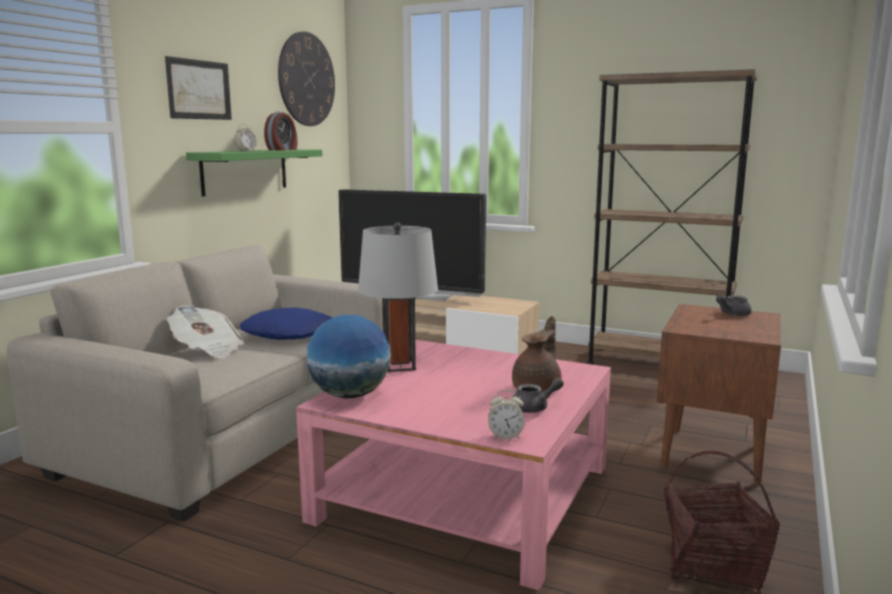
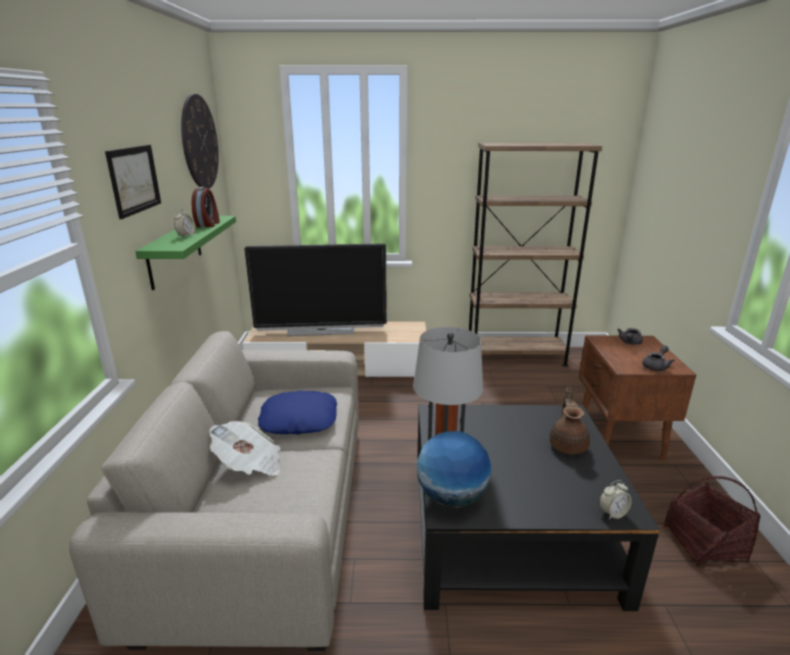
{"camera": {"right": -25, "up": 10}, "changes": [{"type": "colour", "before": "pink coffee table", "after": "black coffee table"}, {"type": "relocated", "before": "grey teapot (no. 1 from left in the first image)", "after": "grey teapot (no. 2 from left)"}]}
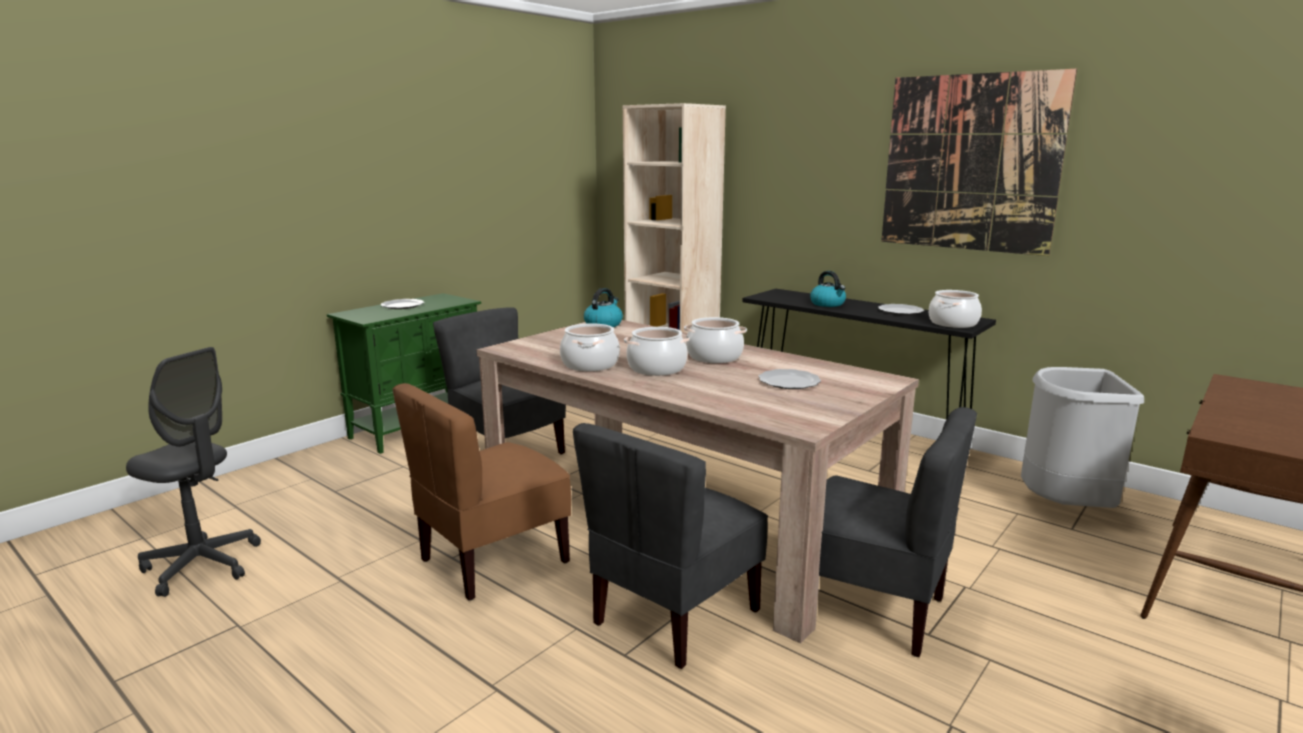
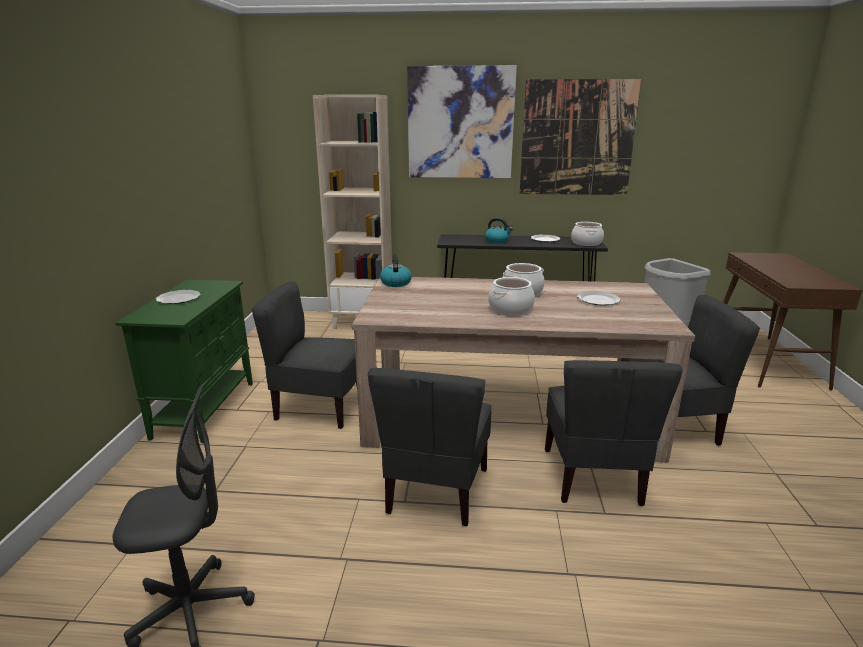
{"camera": {"right": -35, "up": 5}, "changes": [{"type": "missing", "before": "cooking pot (no. 1 from left)"}, {"type": "colour", "before": "brown chair", "after": "grey chair (no. 2 from left)"}, {"type": "appeared", "after": "picture (no. 1 from left)"}]}
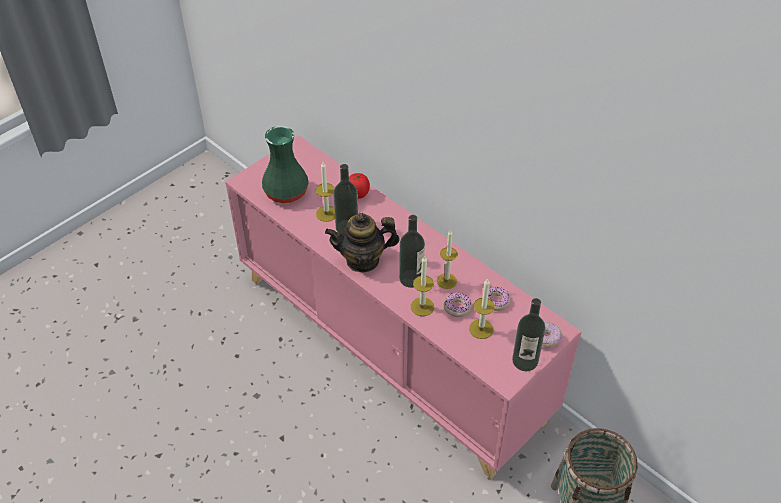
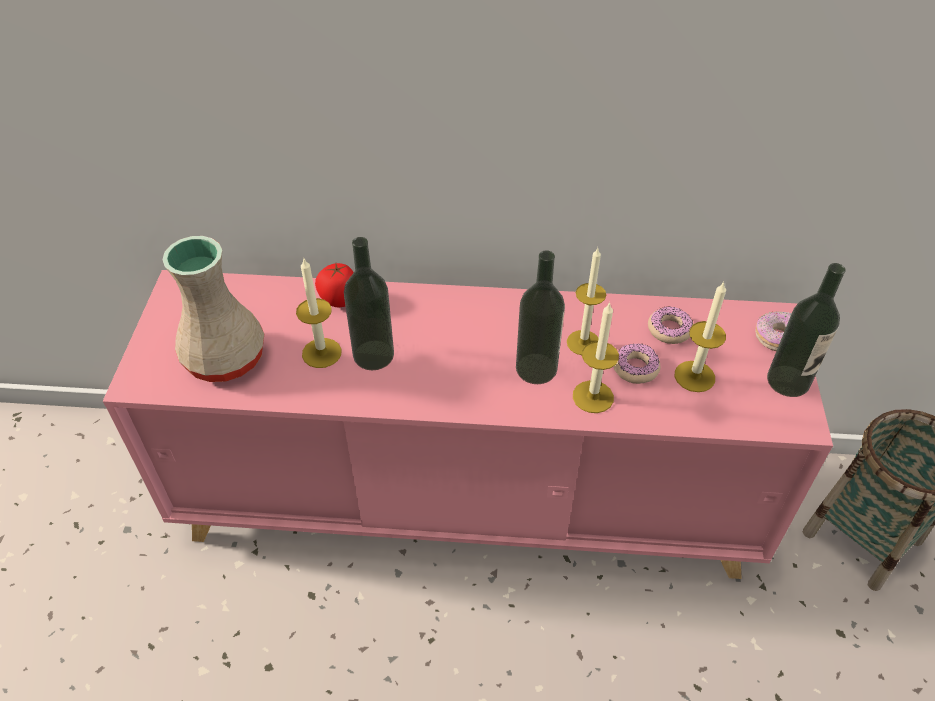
{"camera": {"right": -40, "up": 0}, "changes": [{"type": "colour", "before": "green vase", "after": "beige vase"}, {"type": "missing", "before": "teapot"}]}
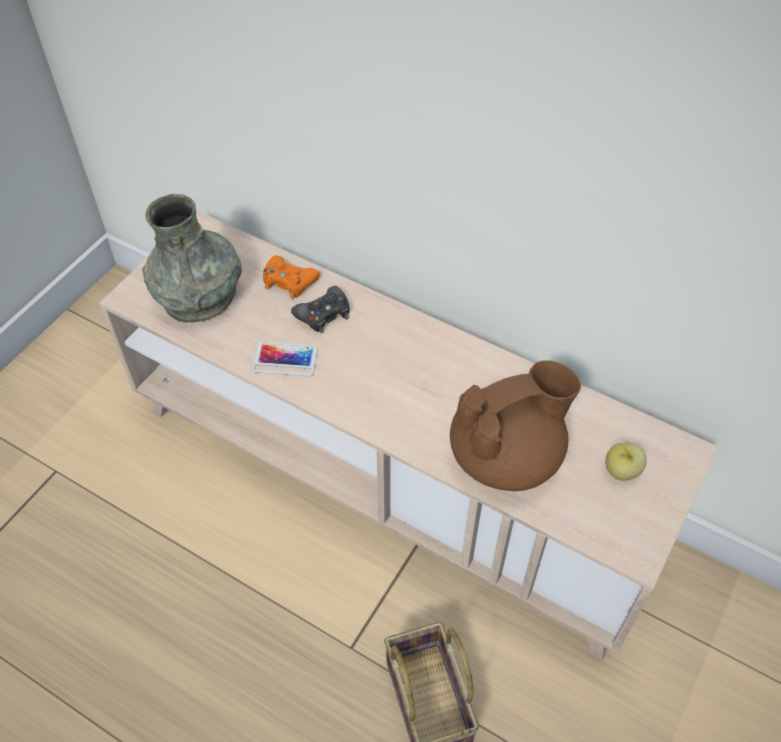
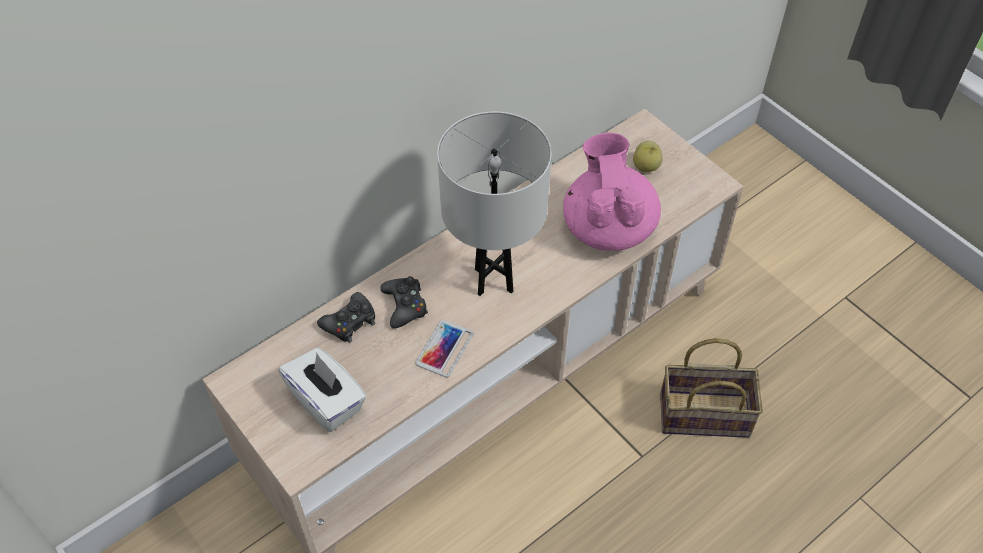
{"camera": {"right": -70, "up": 0}, "changes": [{"type": "exchanged", "before": "grey vase", "after": "white tissue box"}, {"type": "colour", "before": "orange game controller", "after": "black game controller (no. 1 from left)"}, {"type": "colour", "before": "brown teapot", "after": "pink teapot"}, {"type": "appeared", "after": "white table lamp"}]}
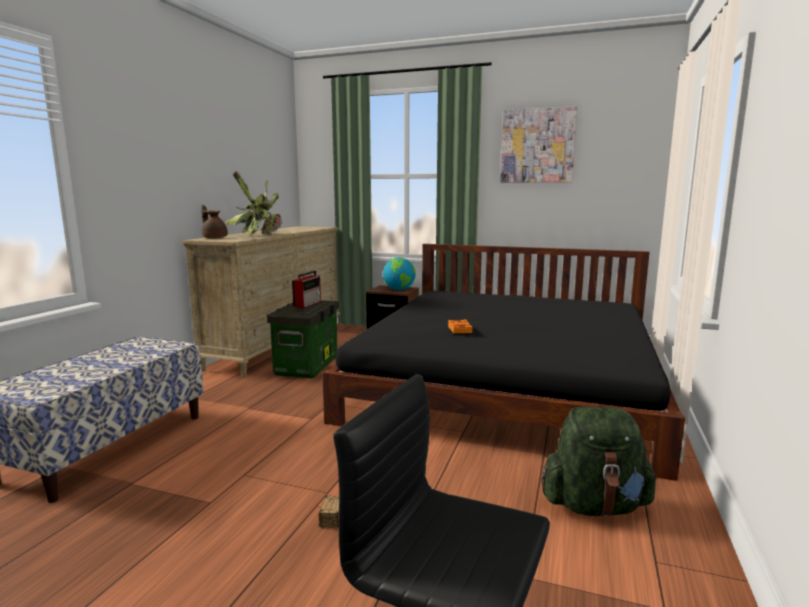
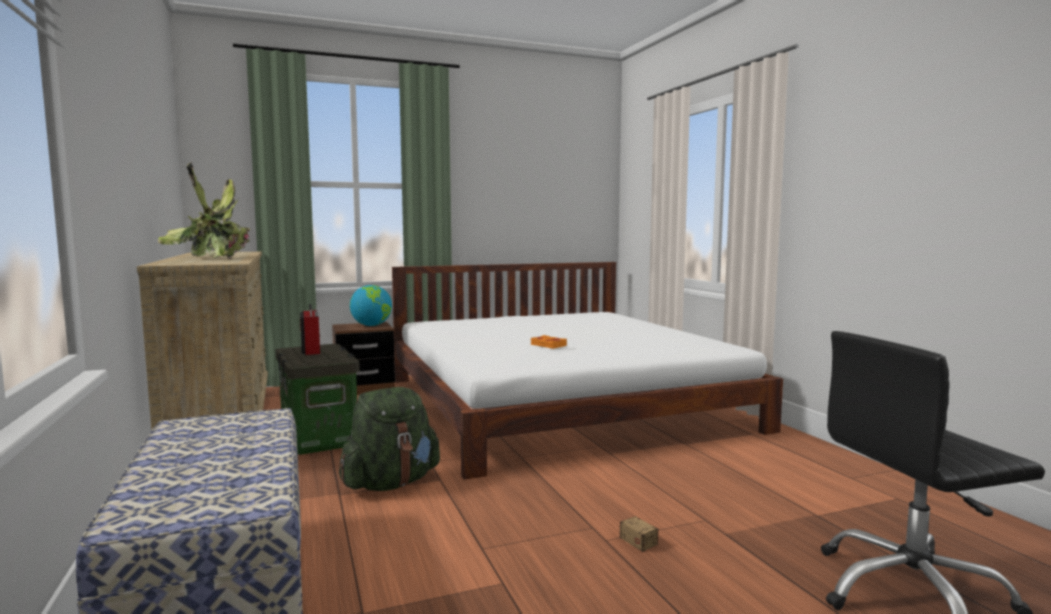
{"camera": {"right": -40, "up": -5}, "changes": [{"type": "missing", "before": "picture"}, {"type": "missing", "before": "brown teapot"}, {"type": "colour", "before": "black bed", "after": "white bed"}, {"type": "relocated", "before": "green backpack"}]}
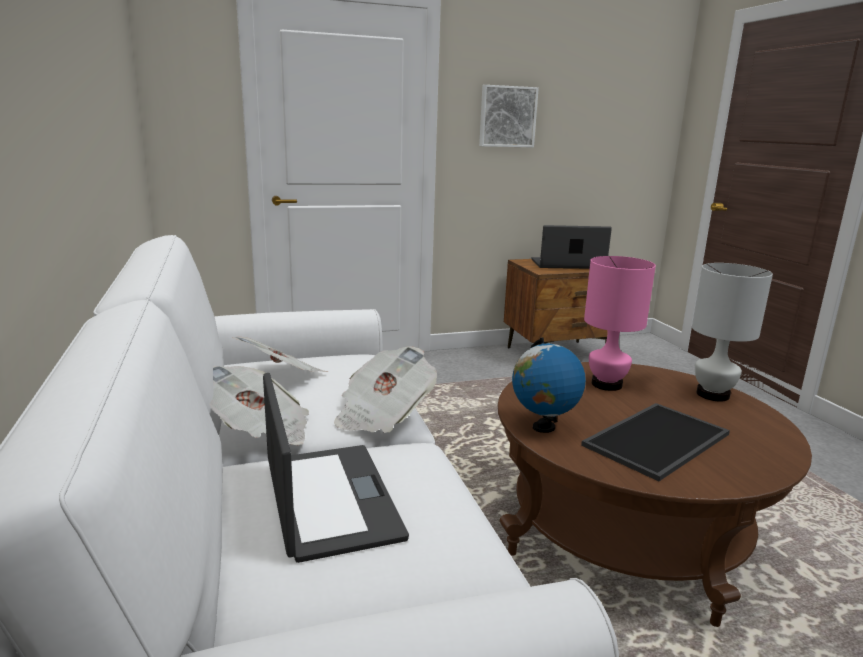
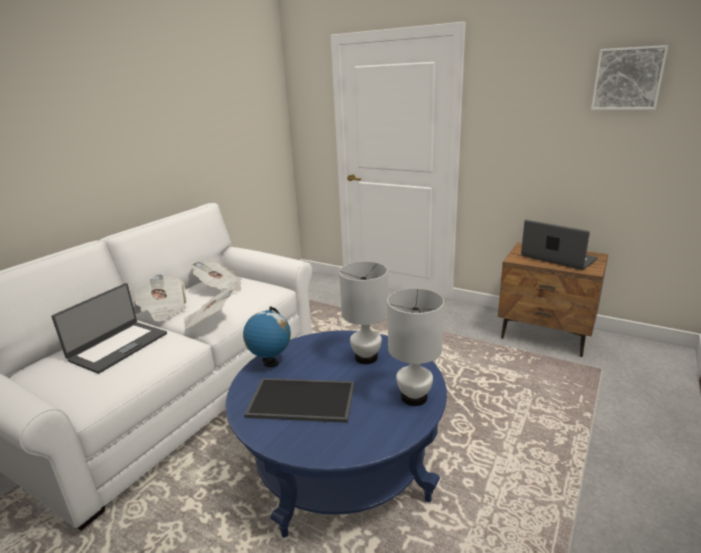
{"camera": {"right": 50, "up": 5}, "changes": [{"type": "relocated", "before": "picture"}, {"type": "colour", "before": "pink table lamp", "after": "white table lamp (no. 1 from left)"}, {"type": "colour", "before": "brown coffee table", "after": "blue coffee table"}]}
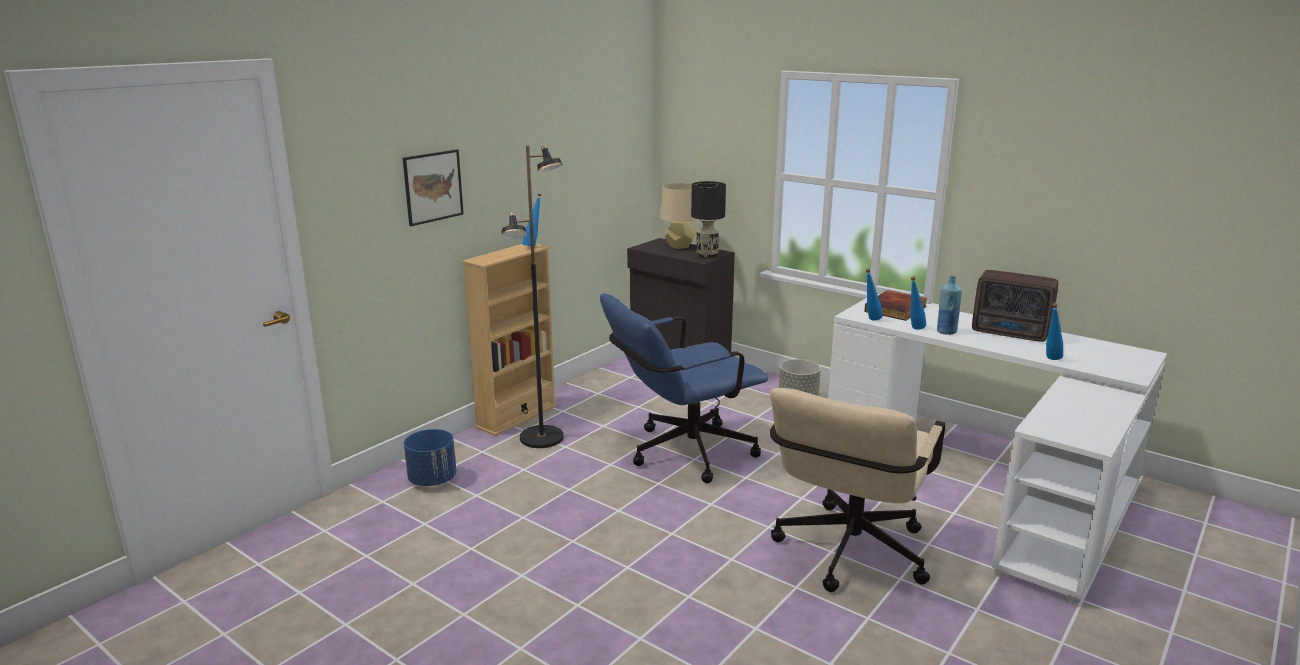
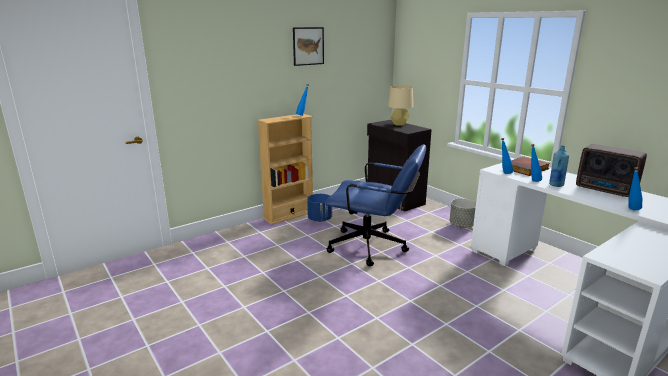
{"camera": {"right": 15, "up": 0}, "changes": [{"type": "missing", "before": "black floor lamp"}, {"type": "relocated", "before": "picture"}, {"type": "missing", "before": "black table lamp"}, {"type": "spun", "before": "blue office chair", "turn": -150}, {"type": "missing", "before": "beige office chair"}, {"type": "relocated", "before": "blue planter"}]}
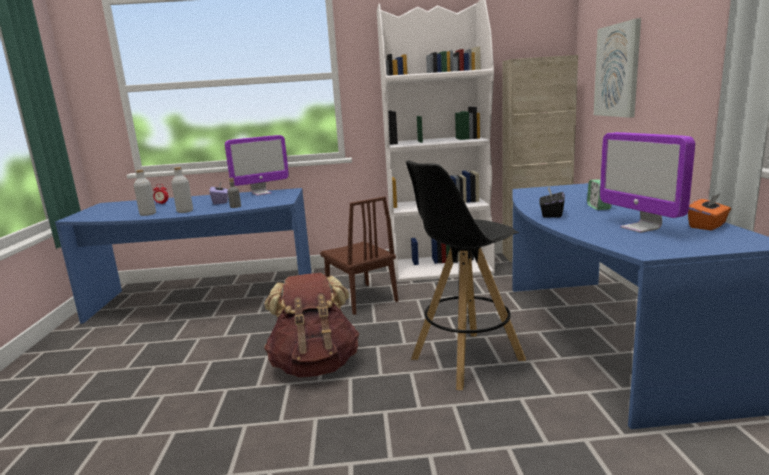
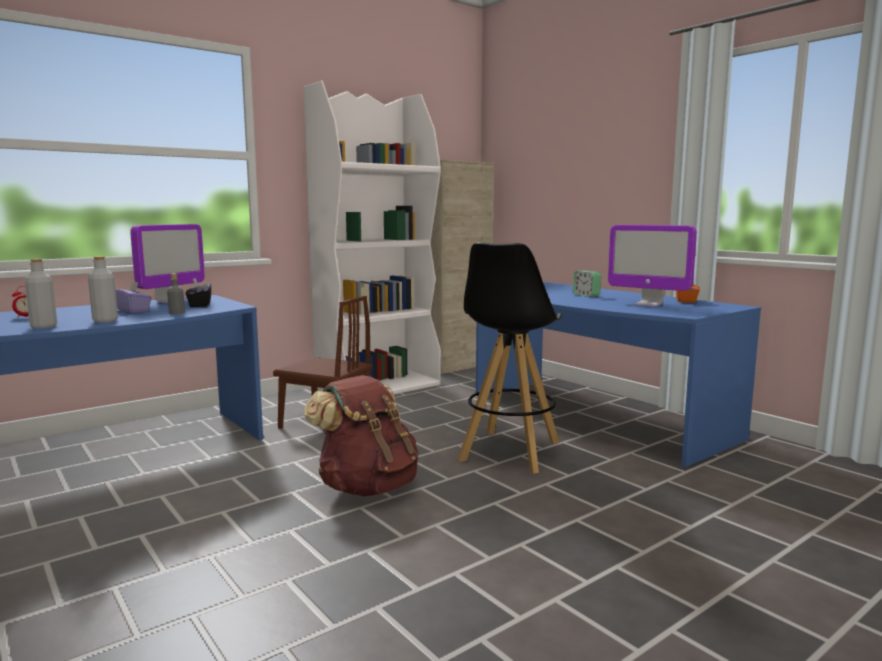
{"camera": {"right": -35, "up": -5}, "changes": [{"type": "missing", "before": "picture"}, {"type": "relocated", "before": "black tissue box"}]}
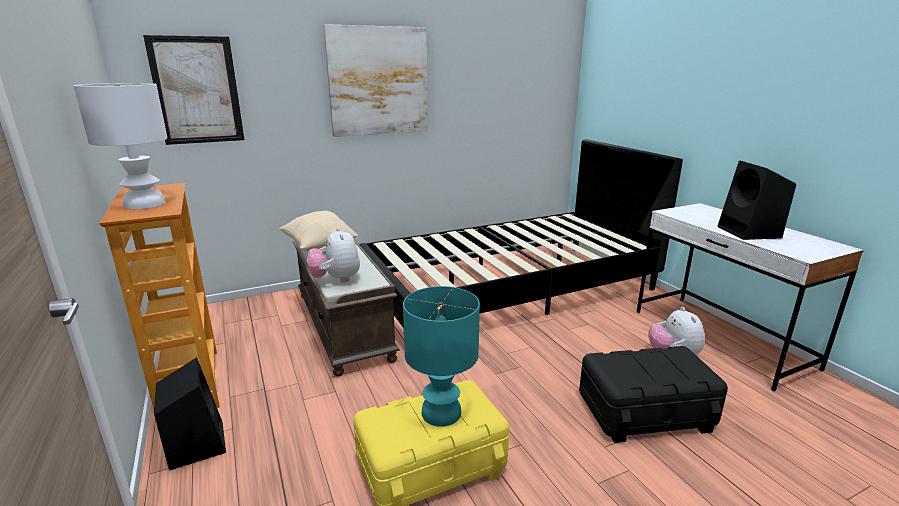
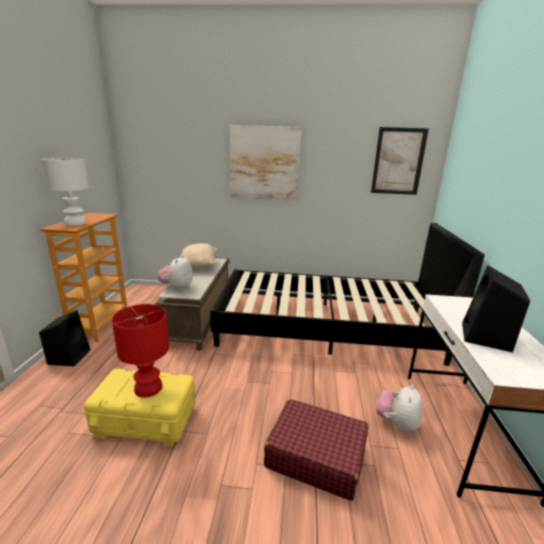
{"camera": {"right": 30, "up": 0}, "changes": [{"type": "relocated", "before": "picture (no. 1 from left in the first image)", "after": "picture (no. 2 from left)"}, {"type": "colour", "before": "turquoise table lamp", "after": "red table lamp"}, {"type": "exchanged", "before": "black storage box", "after": "red suitcase"}]}
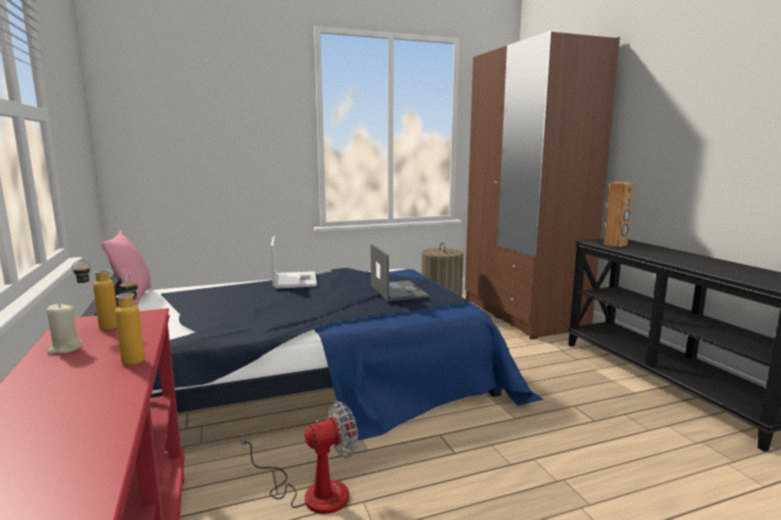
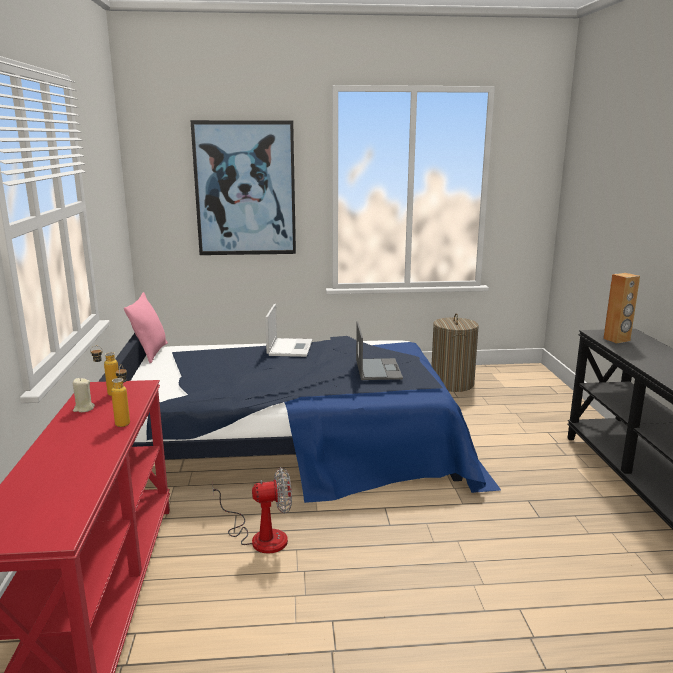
{"camera": {"right": 15, "up": 5}, "changes": [{"type": "missing", "before": "brown wardrobe"}, {"type": "appeared", "after": "picture"}]}
